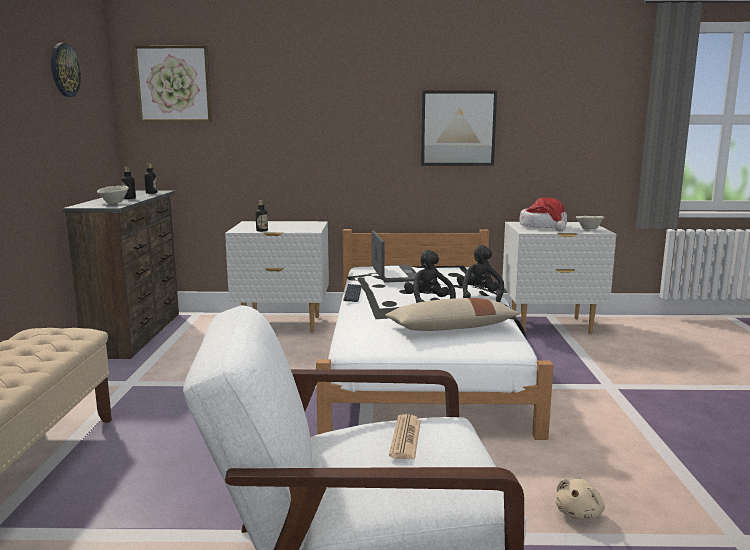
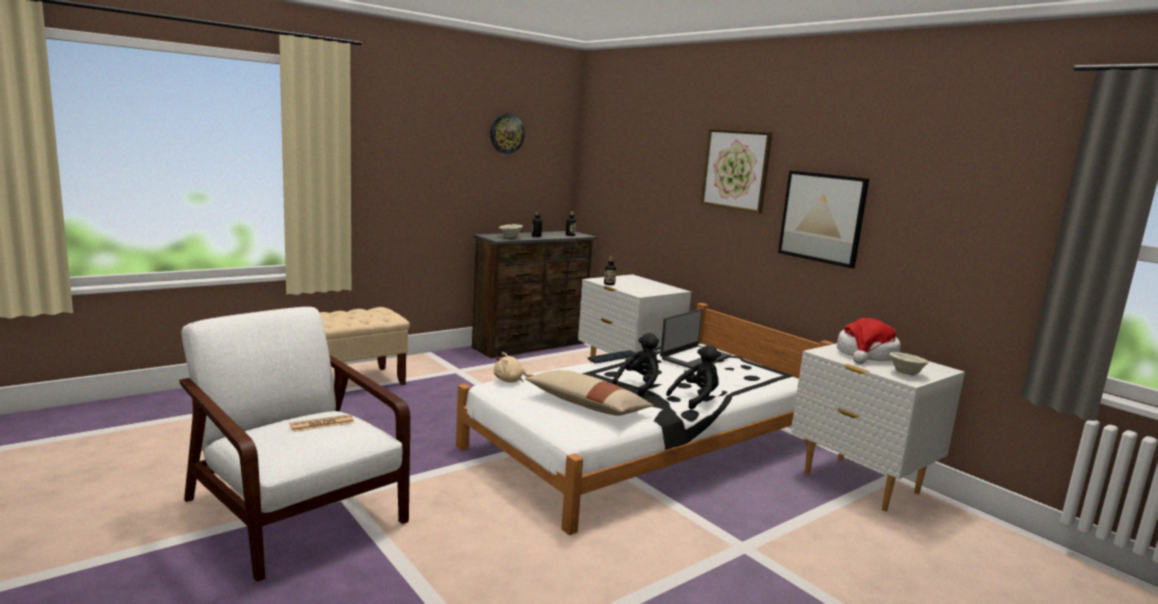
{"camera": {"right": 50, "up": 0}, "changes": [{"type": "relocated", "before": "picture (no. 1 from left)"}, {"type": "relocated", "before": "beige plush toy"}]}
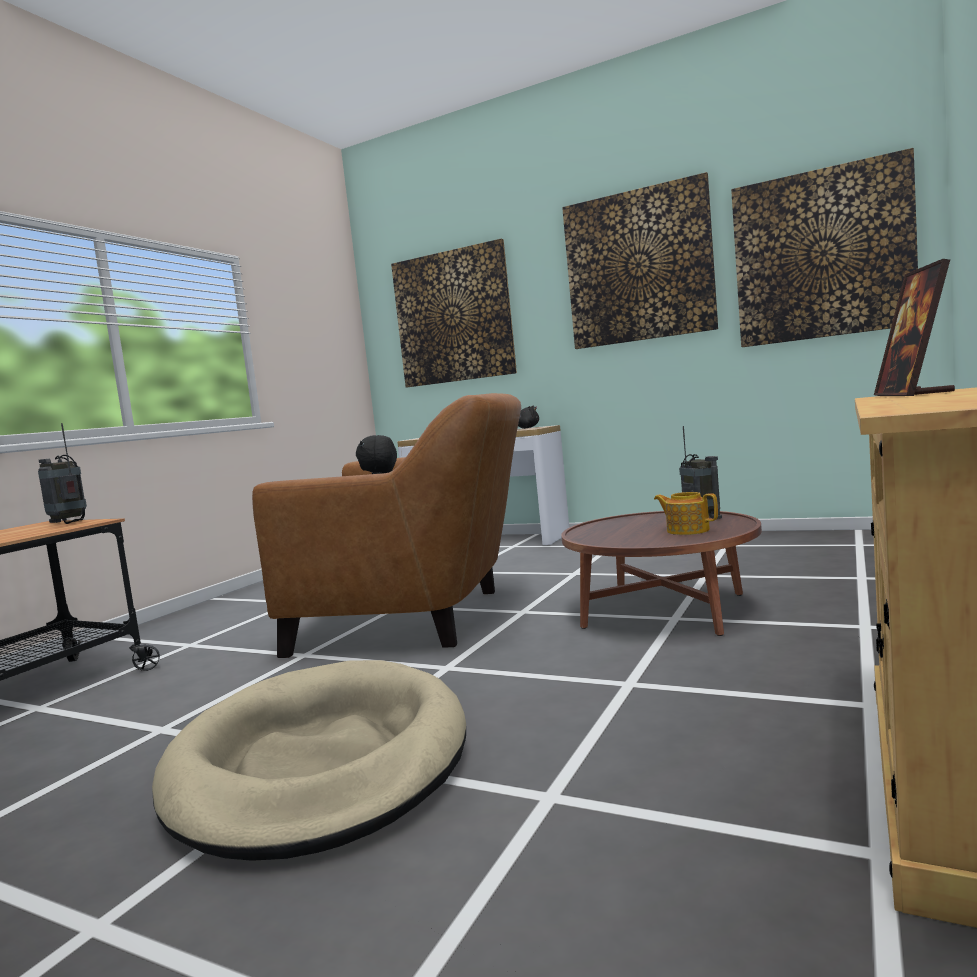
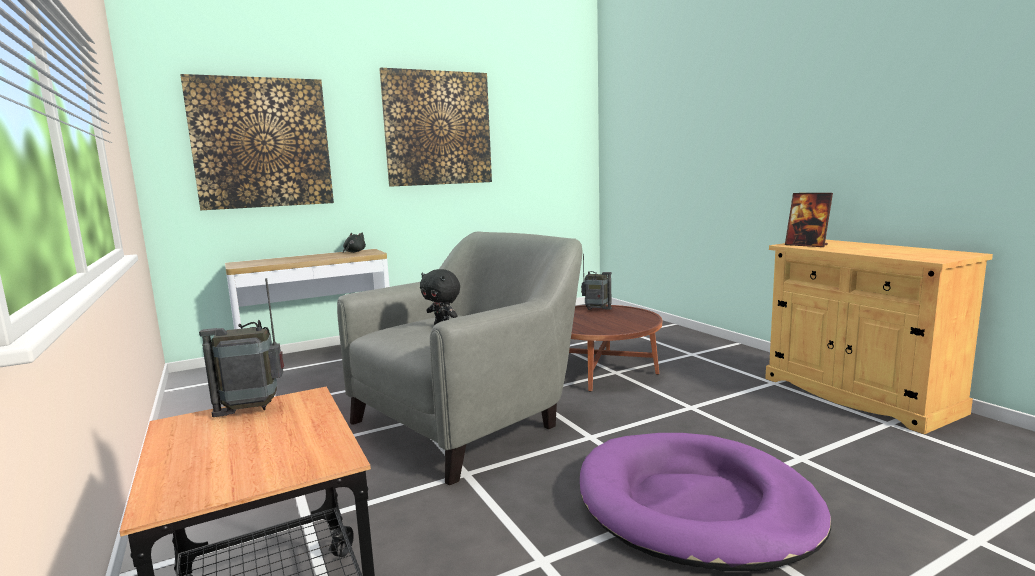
{"camera": {"right": -55, "up": 5}, "changes": [{"type": "missing", "before": "picture (no. 3 from left)"}, {"type": "colour", "before": "brown armchair", "after": "grey armchair"}, {"type": "missing", "before": "teapot"}, {"type": "colour", "before": "beige dog bed", "after": "purple dog bed"}]}
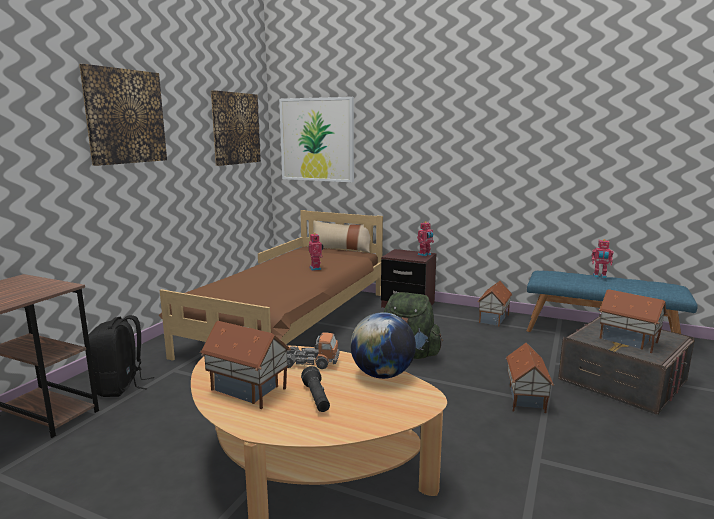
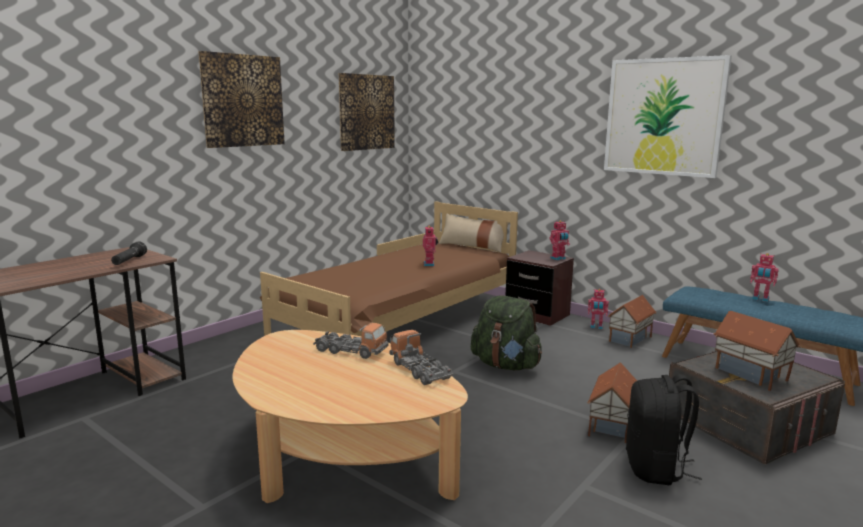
{"camera": {"right": 15, "up": 0}, "changes": [{"type": "relocated", "before": "picture (no. 3 from left)"}, {"type": "exchanged", "before": "globe", "after": "toy truck (no. 2 from left)"}, {"type": "relocated", "before": "black backpack"}, {"type": "missing", "before": "toy house (no. 1 from left)"}, {"type": "relocated", "before": "black flashlight"}, {"type": "appeared", "after": "toy robot (no. 3 from left)"}]}
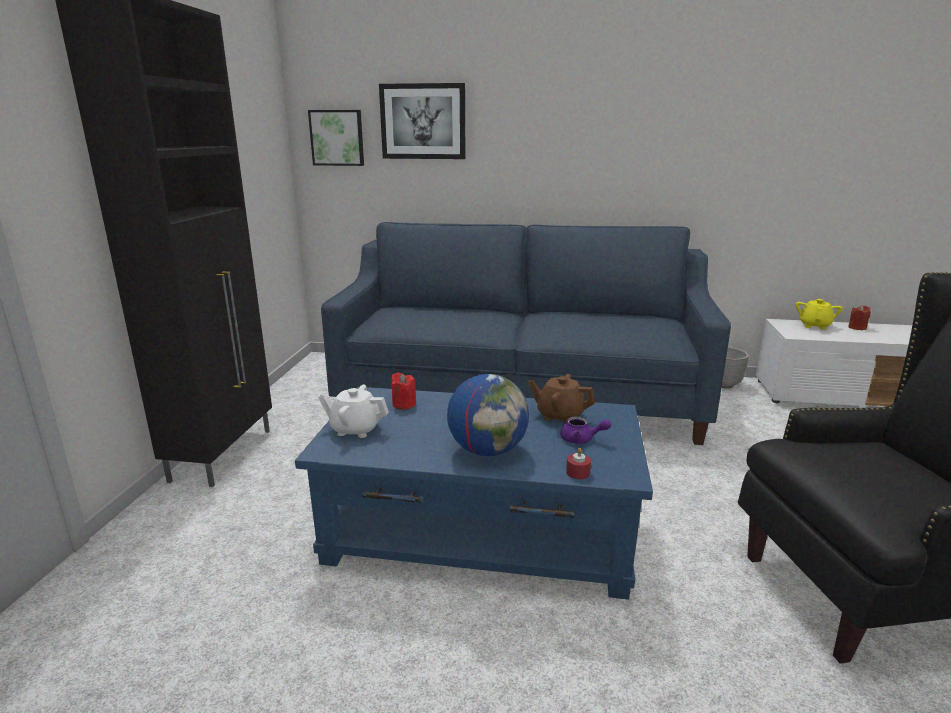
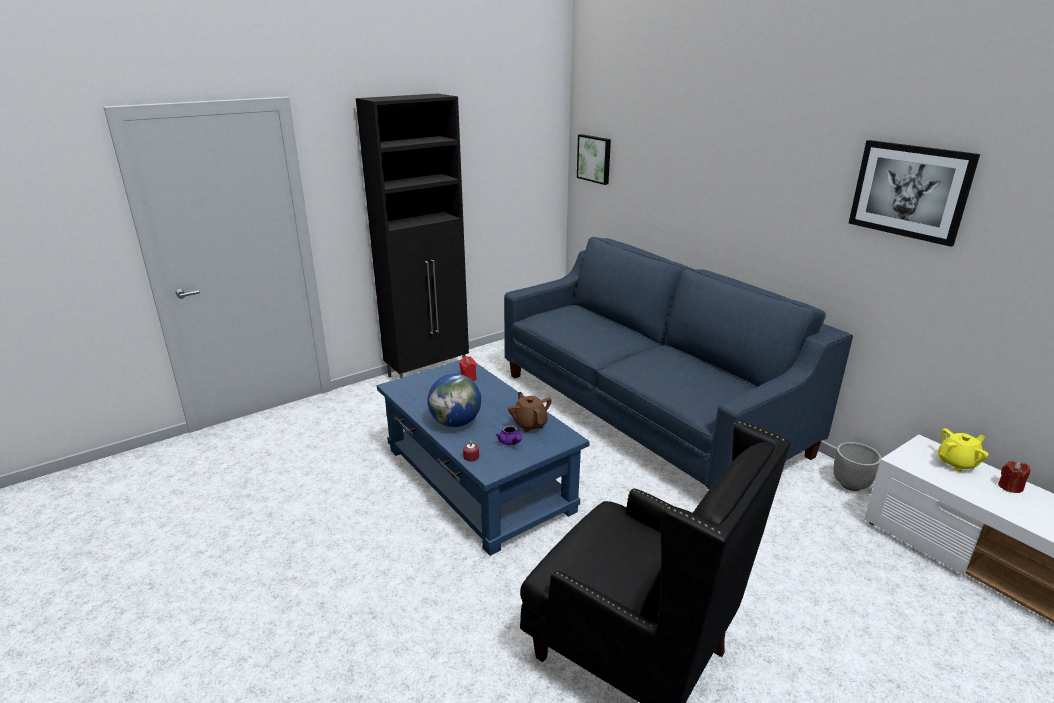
{"camera": {"right": 45, "up": 5}, "changes": [{"type": "relocated", "before": "picture (no. 2 from left)"}, {"type": "missing", "before": "white teapot"}]}
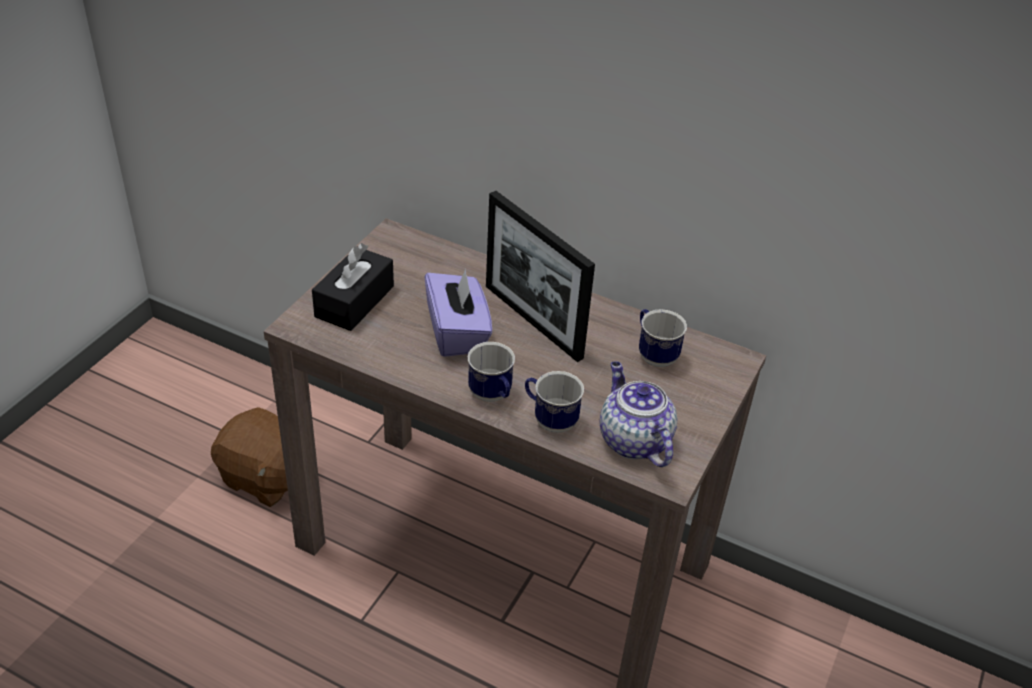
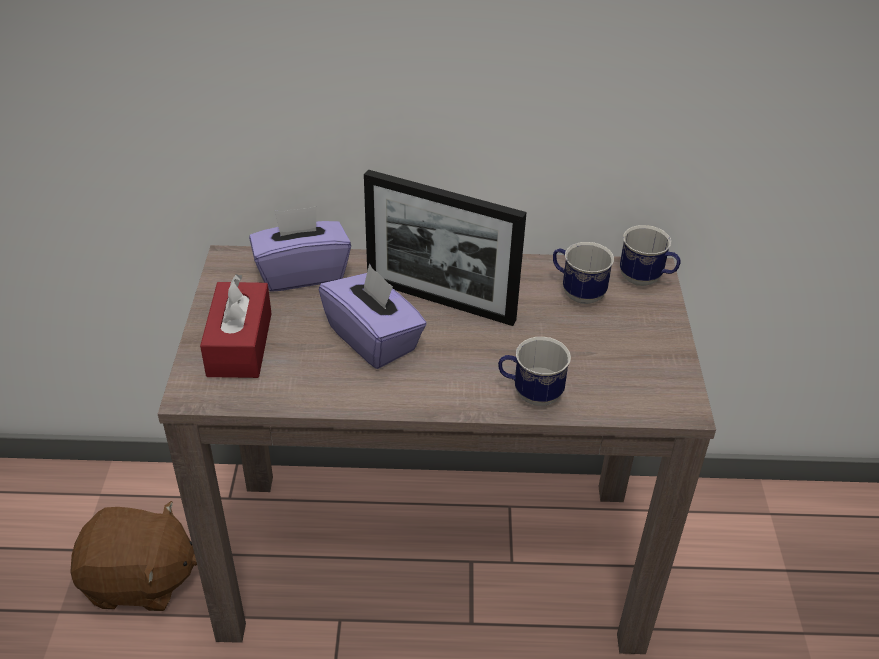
{"camera": {"right": -25, "up": 0}, "changes": [{"type": "colour", "before": "black tissue box", "after": "red tissue box"}, {"type": "relocated", "before": "mug (no. 1 from left in the first image)", "after": "mug (no. 3 from left)"}, {"type": "missing", "before": "teapot"}, {"type": "appeared", "after": "purple tissue box (no. 1 from left)"}]}
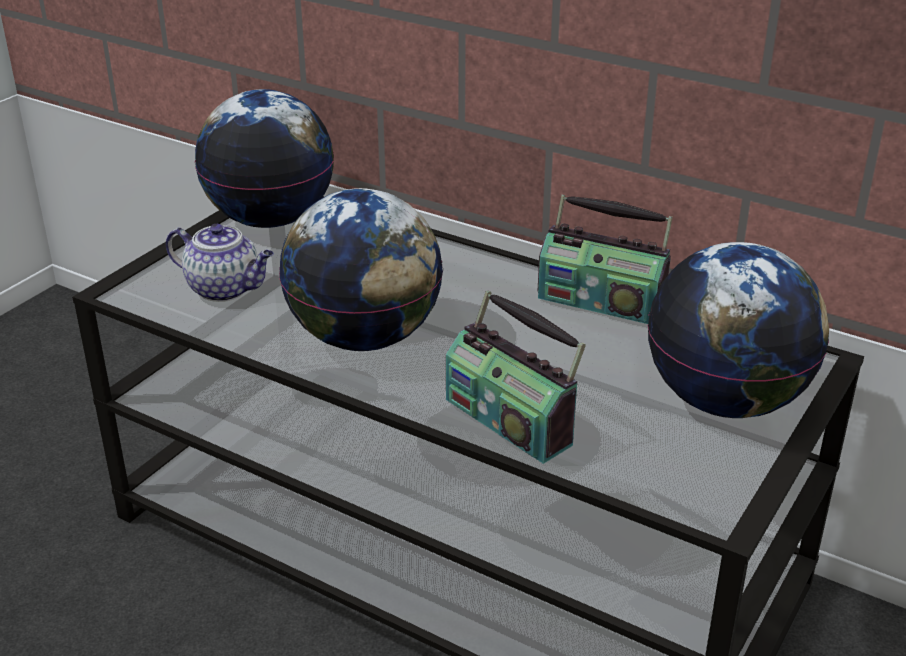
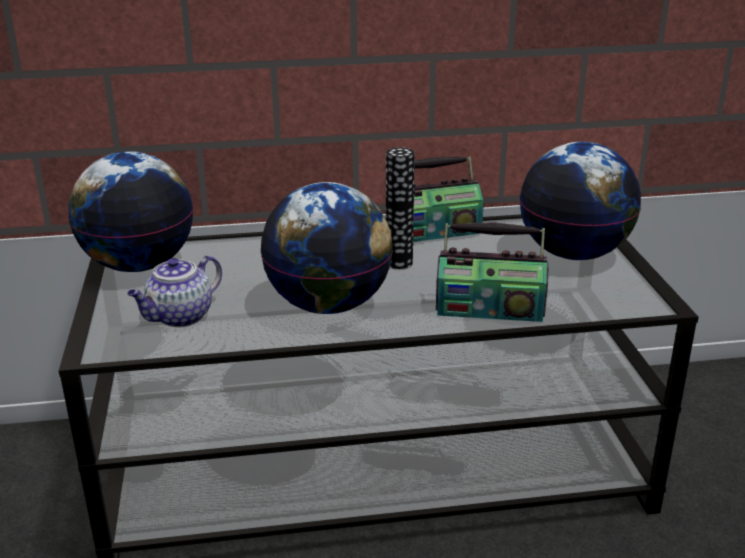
{"camera": {"right": -40, "up": -5}, "changes": [{"type": "spun", "before": "teapot", "turn": 150}, {"type": "appeared", "after": "vase"}]}
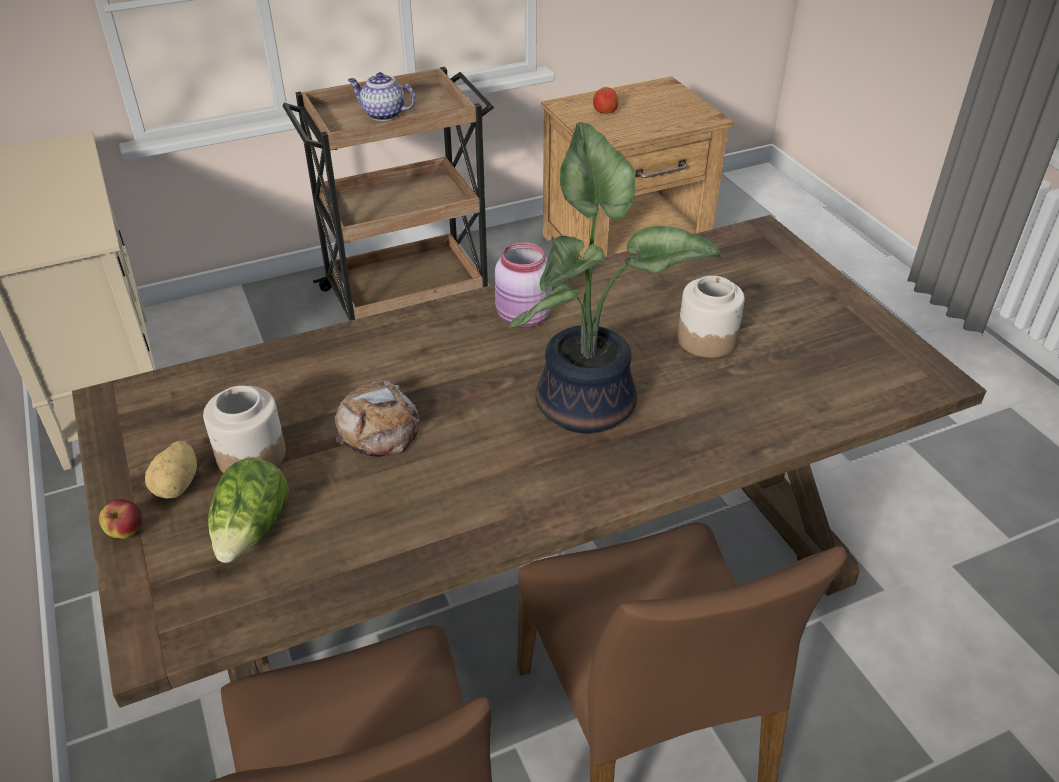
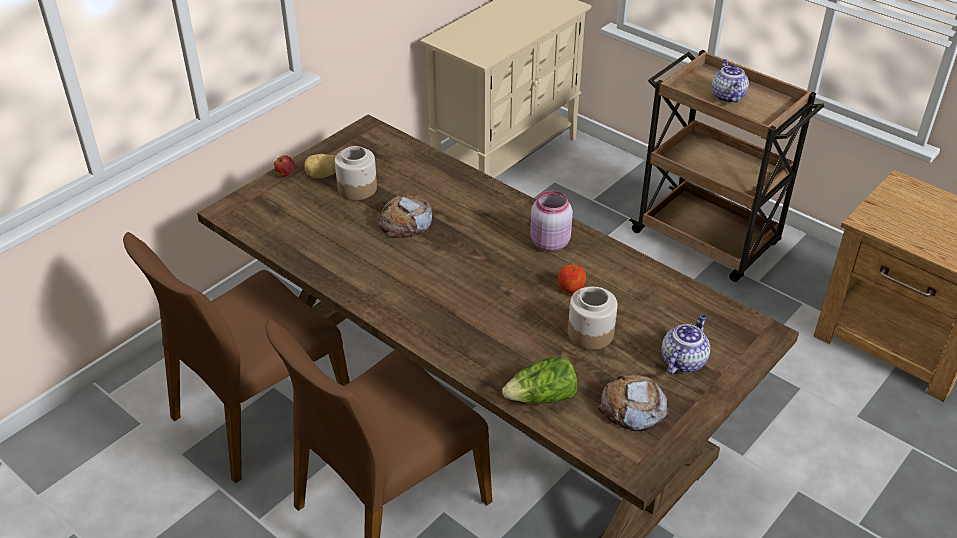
{"camera": {"right": 65, "up": 0}, "changes": [{"type": "relocated", "before": "apple (no. 2 from left)"}, {"type": "missing", "before": "potted plant"}, {"type": "relocated", "before": "lettuce"}, {"type": "appeared", "after": "teapot (no. 1 from left)"}, {"type": "appeared", "after": "bread (no. 2 from left)"}]}
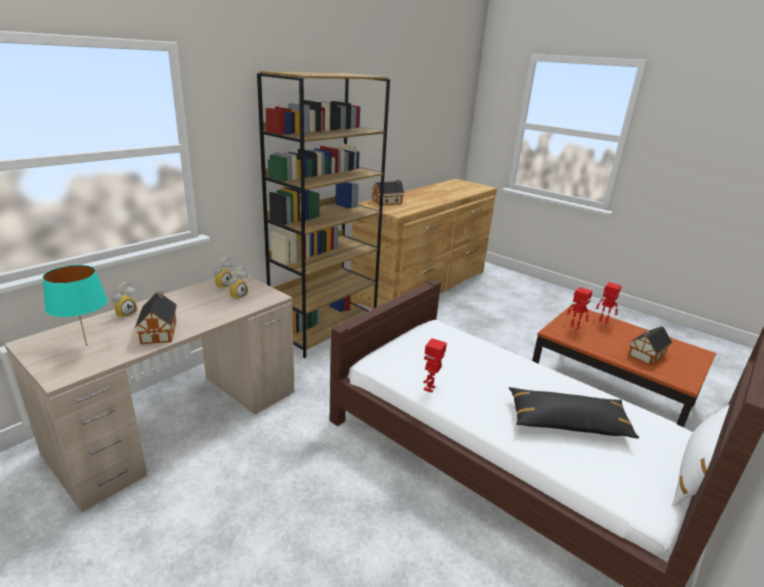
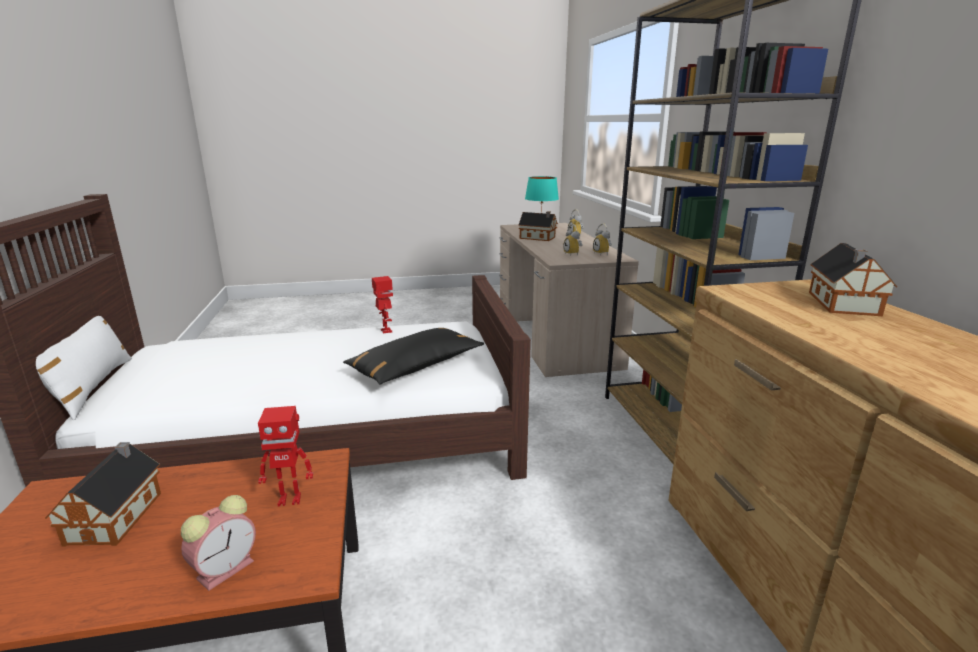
{"camera": {"right": 130, "up": -5}, "changes": [{"type": "exchanged", "before": "toy robot (no. 3 from left)", "after": "alarm clock (no. 1 from left)"}, {"type": "relocated", "before": "black pillow"}]}
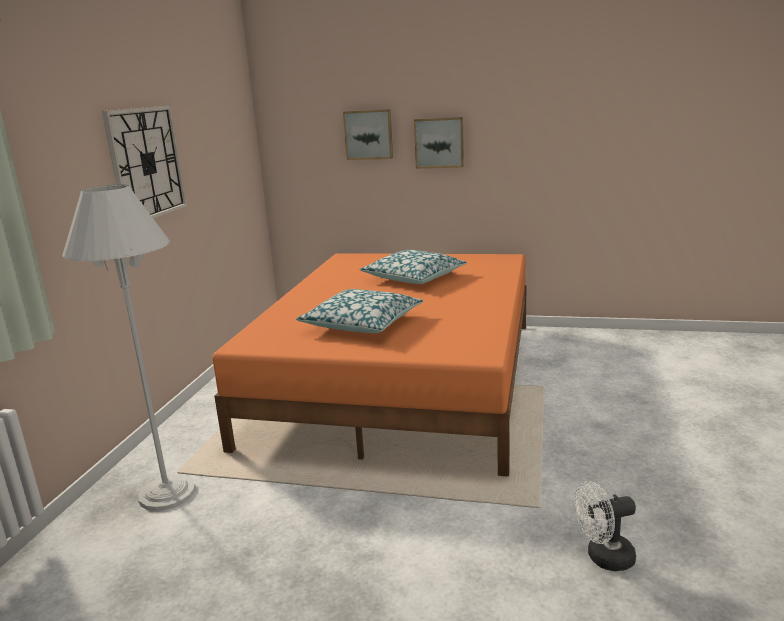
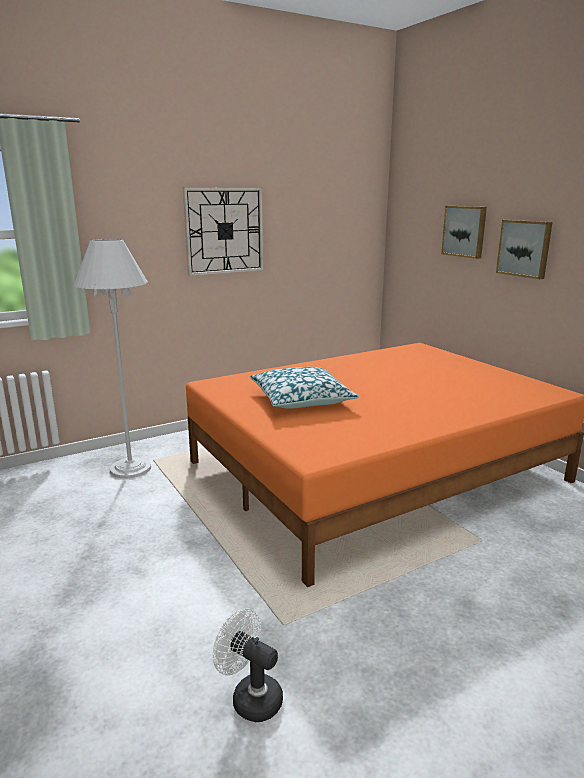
{"camera": {"right": 45, "up": 0}, "changes": [{"type": "missing", "before": "pillow (no. 2 from left)"}]}
